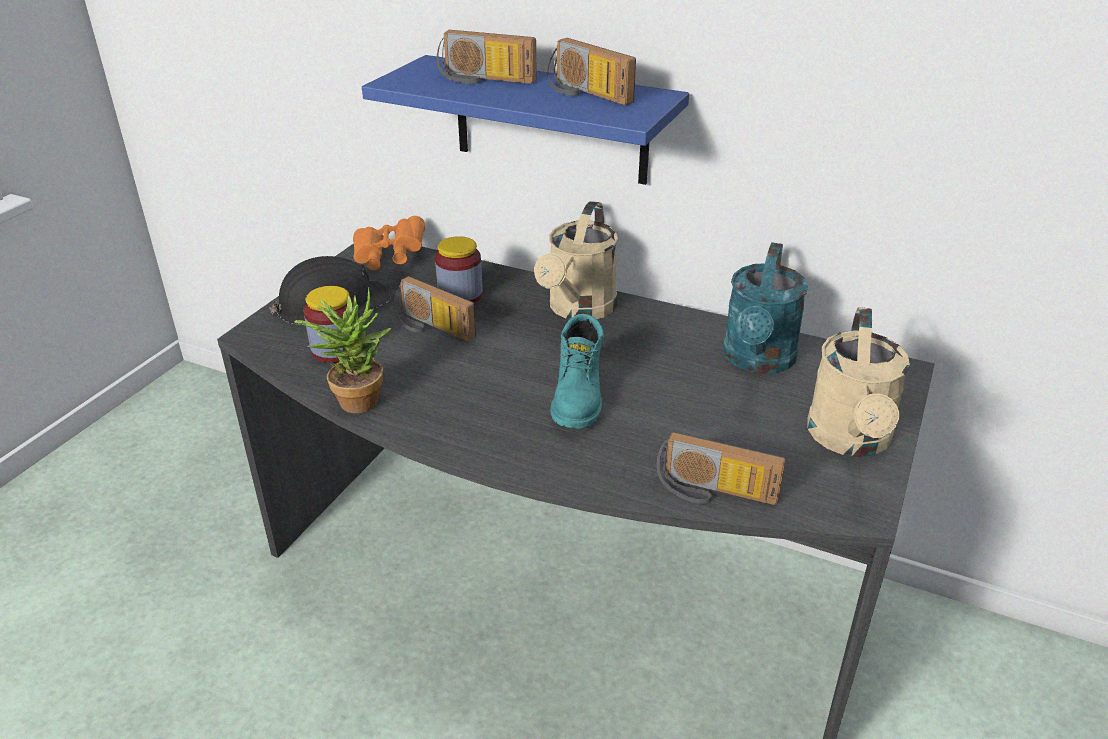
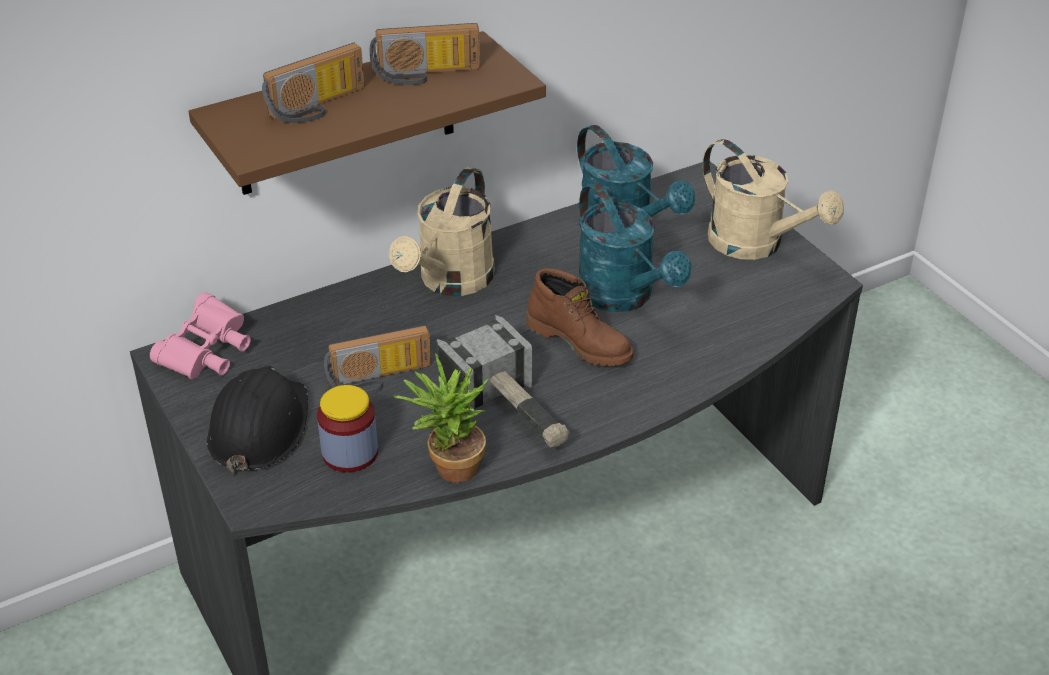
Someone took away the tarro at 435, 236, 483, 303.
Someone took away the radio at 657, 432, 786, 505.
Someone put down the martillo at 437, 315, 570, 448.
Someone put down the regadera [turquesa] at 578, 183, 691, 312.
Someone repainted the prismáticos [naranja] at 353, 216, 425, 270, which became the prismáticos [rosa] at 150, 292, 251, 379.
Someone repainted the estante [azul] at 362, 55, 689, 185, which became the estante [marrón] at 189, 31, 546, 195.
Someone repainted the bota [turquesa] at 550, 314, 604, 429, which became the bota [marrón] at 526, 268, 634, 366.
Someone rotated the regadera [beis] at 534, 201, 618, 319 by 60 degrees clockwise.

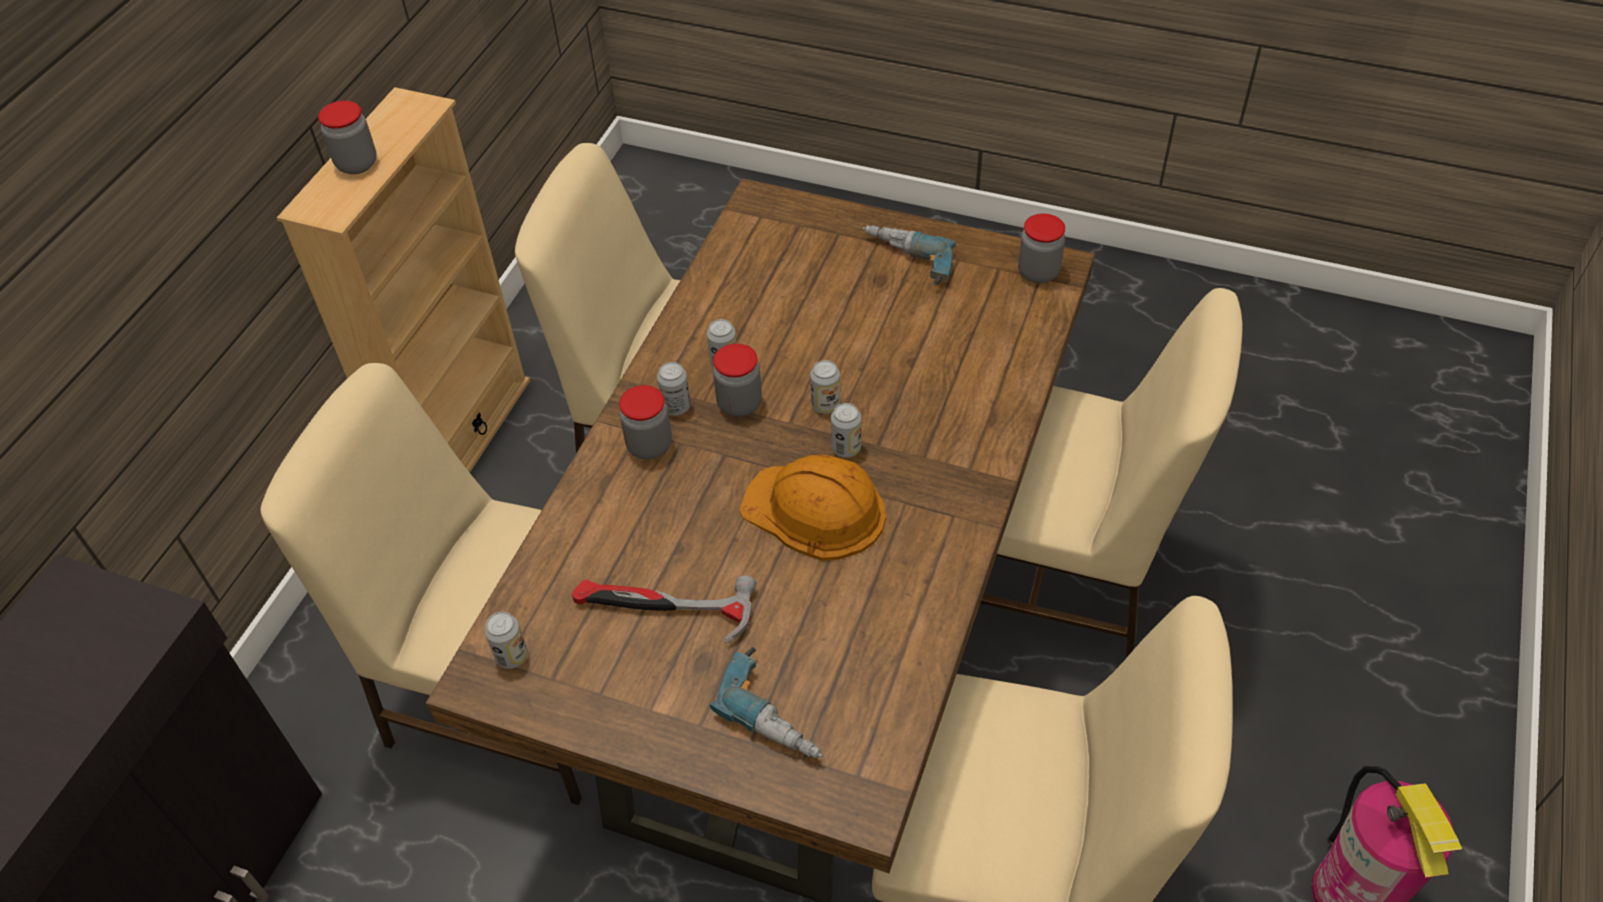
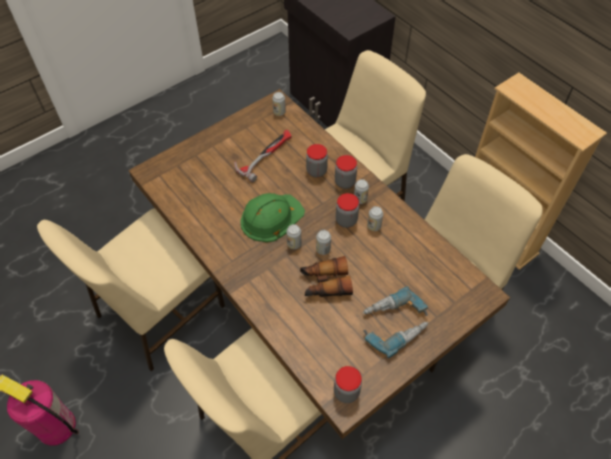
Someone put down the prismáticos at 300, 256, 353, 297.
Someone carried the tarro from 318, 101, 377, 174 to 306, 144, 328, 177.
Someone carried the taladro from 710, 647, 823, 759 to 363, 286, 428, 316.
Someone repainted the casco [naranja] at 739, 455, 886, 561, which became the casco [verde] at 240, 193, 305, 242.

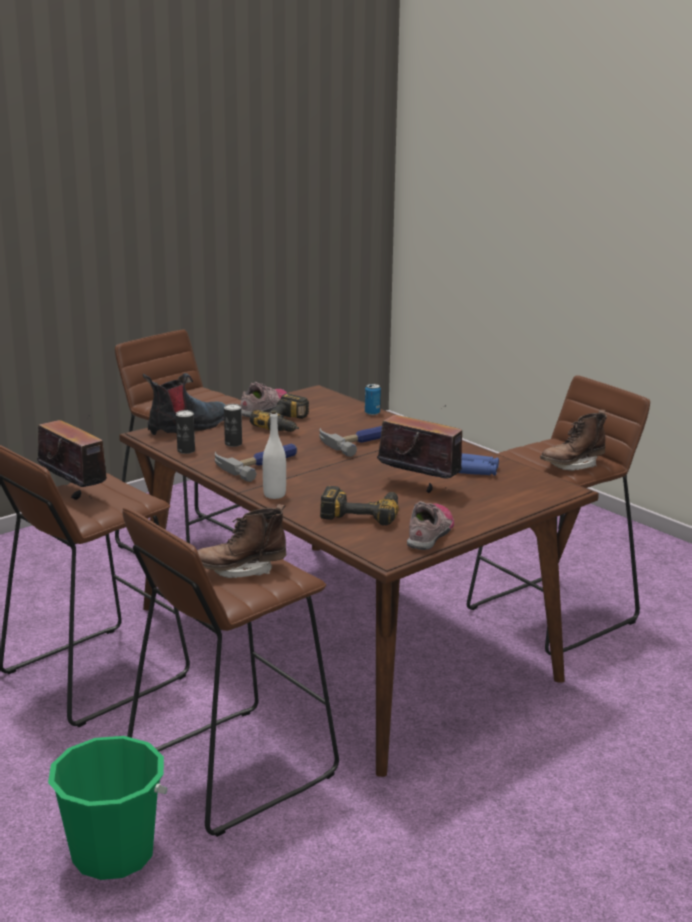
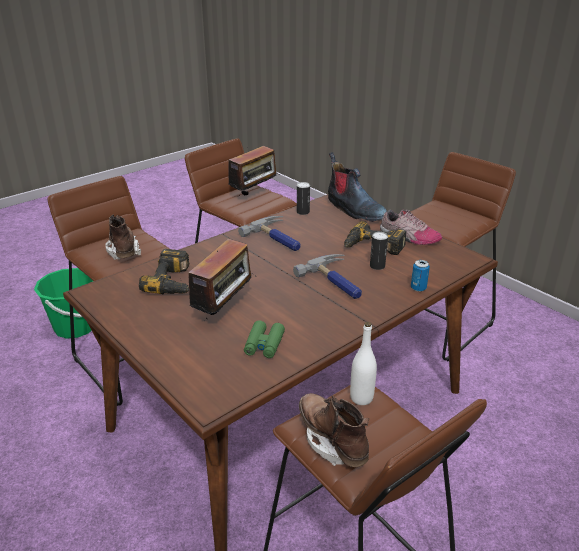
Someone took away the zapato at 407, 501, 454, 550.
Someone carried the lata from 224, 404, 242, 447 to 370, 232, 388, 270.
Someone carried the botella [blanco] from 263, 410, 286, 499 to 350, 322, 377, 405.
Someone repainted the prismáticos [azul] at 459, 453, 499, 475, which became the prismáticos [verde] at 244, 320, 285, 358.

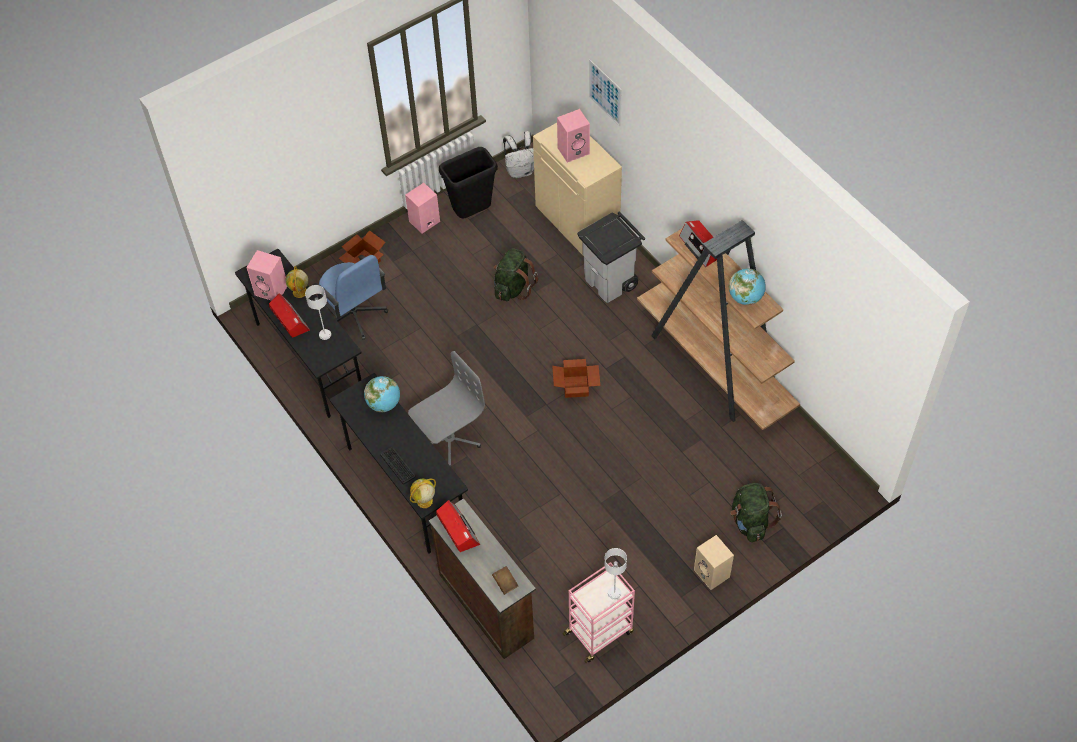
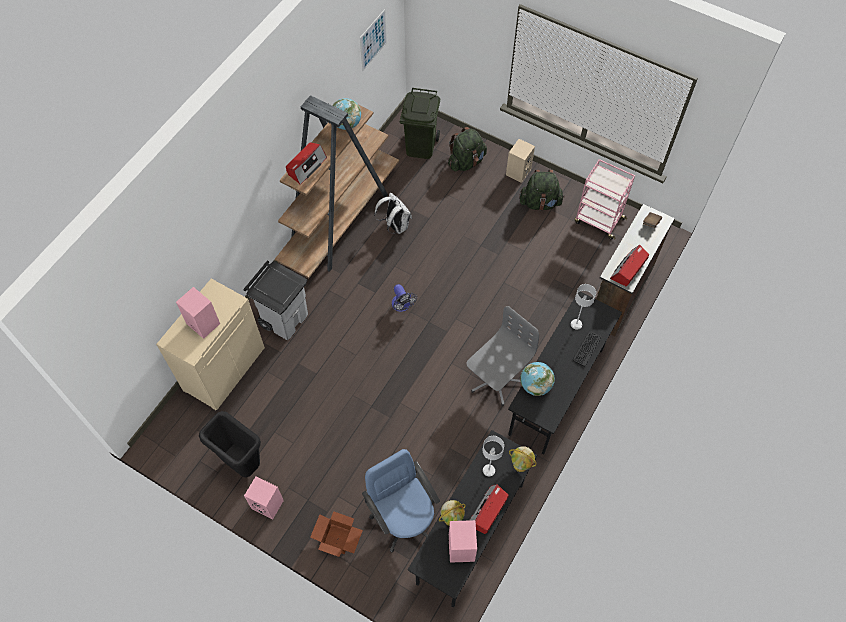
Someone put down the papelera [verde] at 400, 88, 440, 159.
Someone carried the globo terráqueo from 410, 479, 436, 508 to 509, 446, 537, 472.
Someone carried the mochila [verde] from 493, 248, 538, 301 to 519, 170, 565, 211.
Someone carried the mochila [blanco] from 503, 131, 534, 178 to 374, 193, 412, 234.
Someone carried the cuadro from 589, 59, 622, 127 to 360, 9, 387, 71.
Someone carried the lámpara de mesa [gris] from 604, 548, 627, 600 to 571, 284, 596, 330.
Someone swapped the caja de cartón at 552, 359, 600, 398 for the ventilador at 392, 284, 417, 312.
Someone rotated the silla de oficina [azul] at 313, 255, 388, 340 by 60 degrees counterclockwise.
Someone rotated the silla de oficina [gris] at 408, 351, 485, 467 by 105 degrees clockwise.

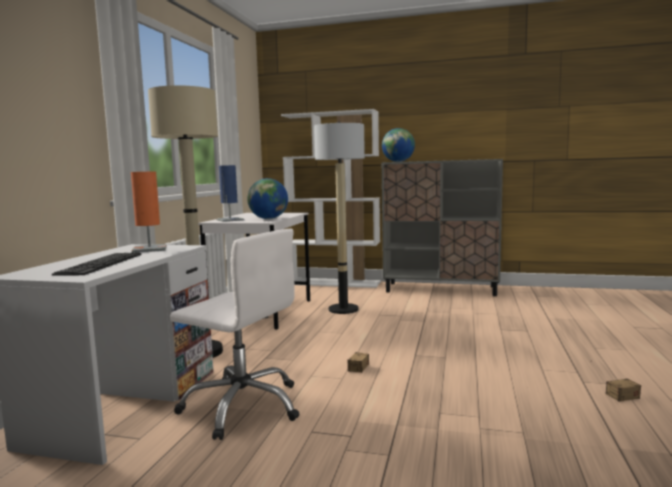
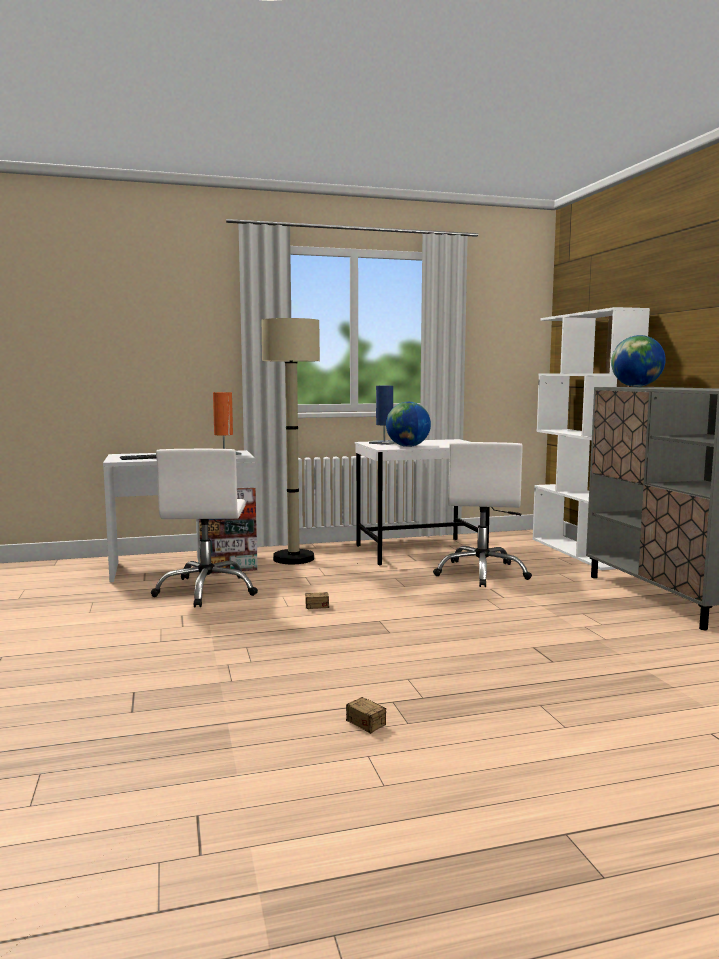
Someone swapped the lámpara de pie at 314, 122, 365, 314 for the silla de oficina [blanco] at 433, 442, 532, 587.

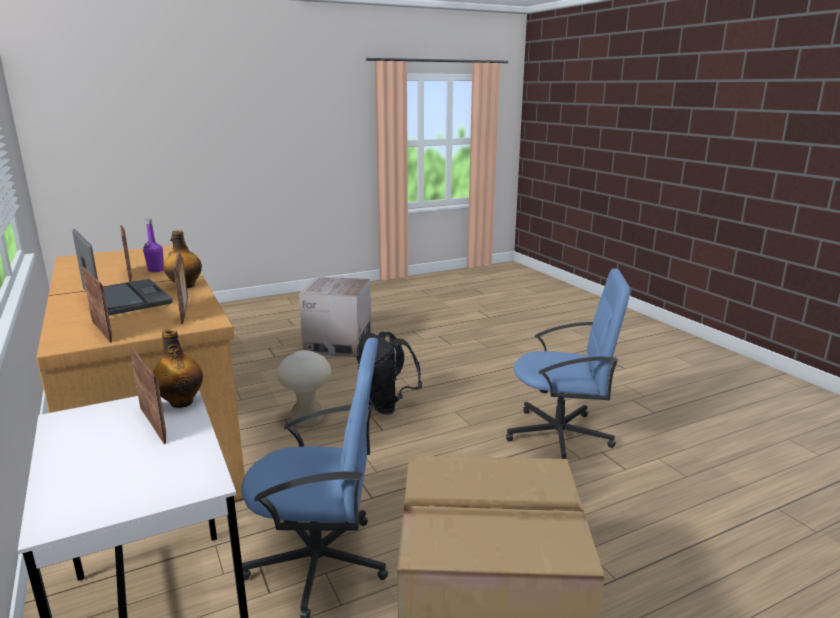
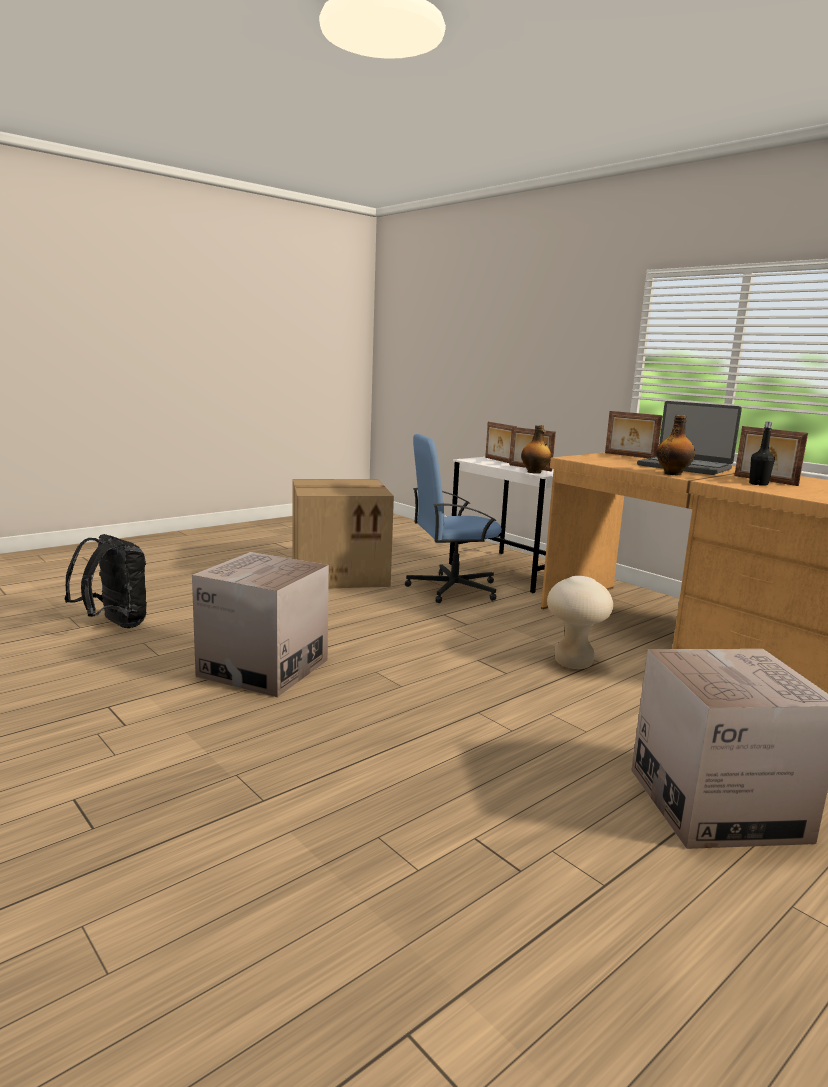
Someone carried the portarretratos from 174, 251, 188, 324 to 485, 422, 517, 463.
Someone carried the mochila [negro] from 357, 332, 422, 415 to 65, 534, 147, 628.
Someone swapped the silla de oficina [azul] at 506, 269, 630, 459 for the caja de cartón at 192, 552, 329, 697.
Someone repainted the botella [morado] at 143, 219, 164, 272, which became the botella [negro] at 749, 422, 775, 486.

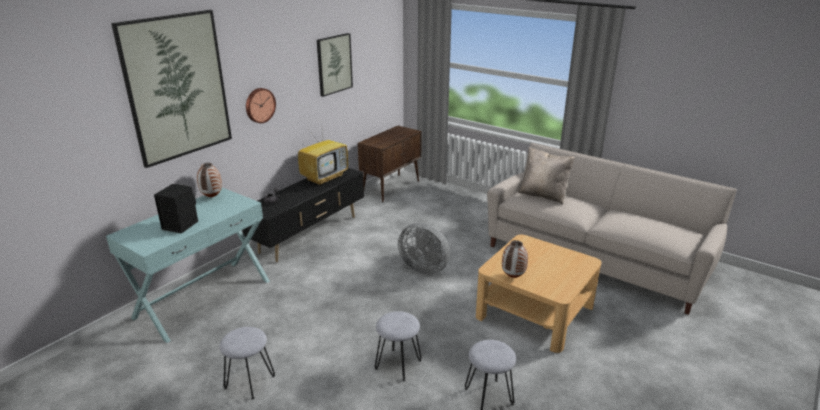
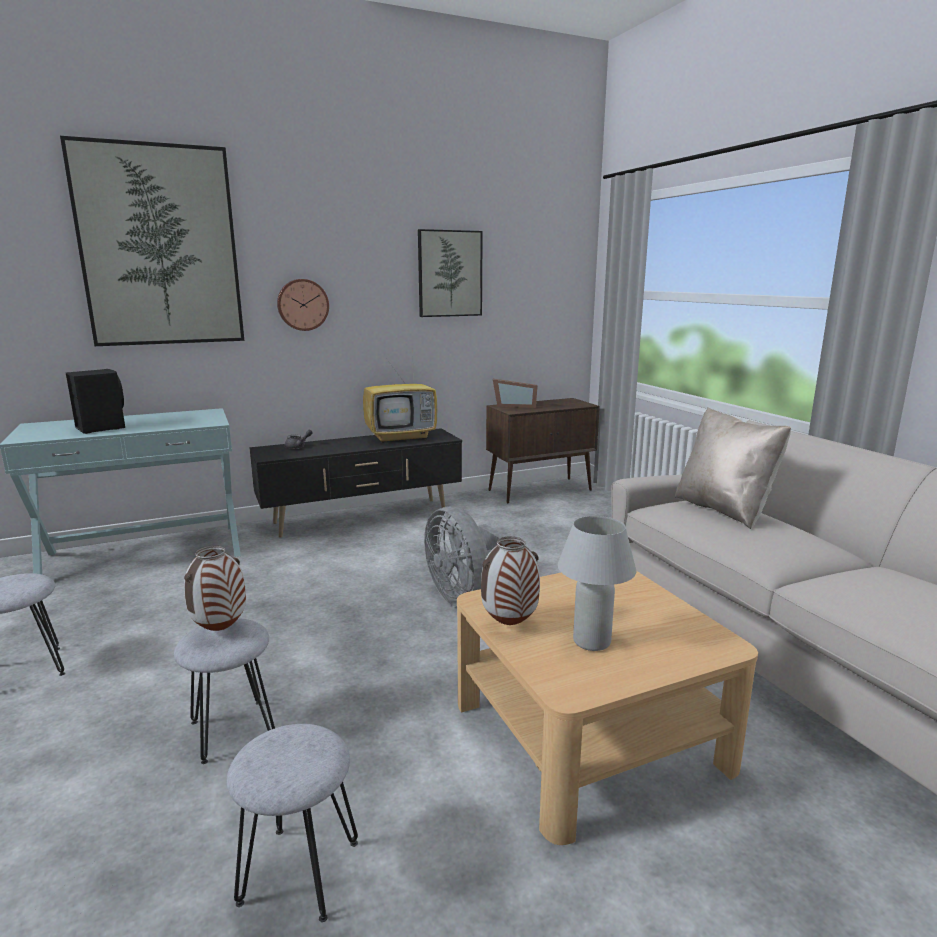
Someone put down the portarretratos at 493, 379, 538, 408.
Someone put down the lámpara de mesa [blanco] at 558, 516, 636, 651.
Someone carried the florero from 197, 163, 222, 197 to 184, 546, 246, 631.

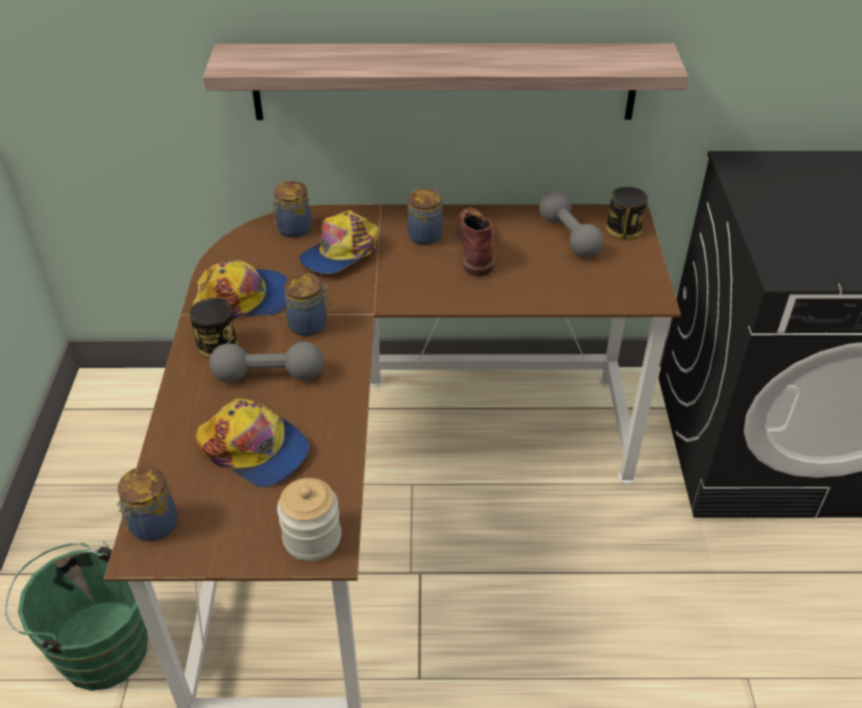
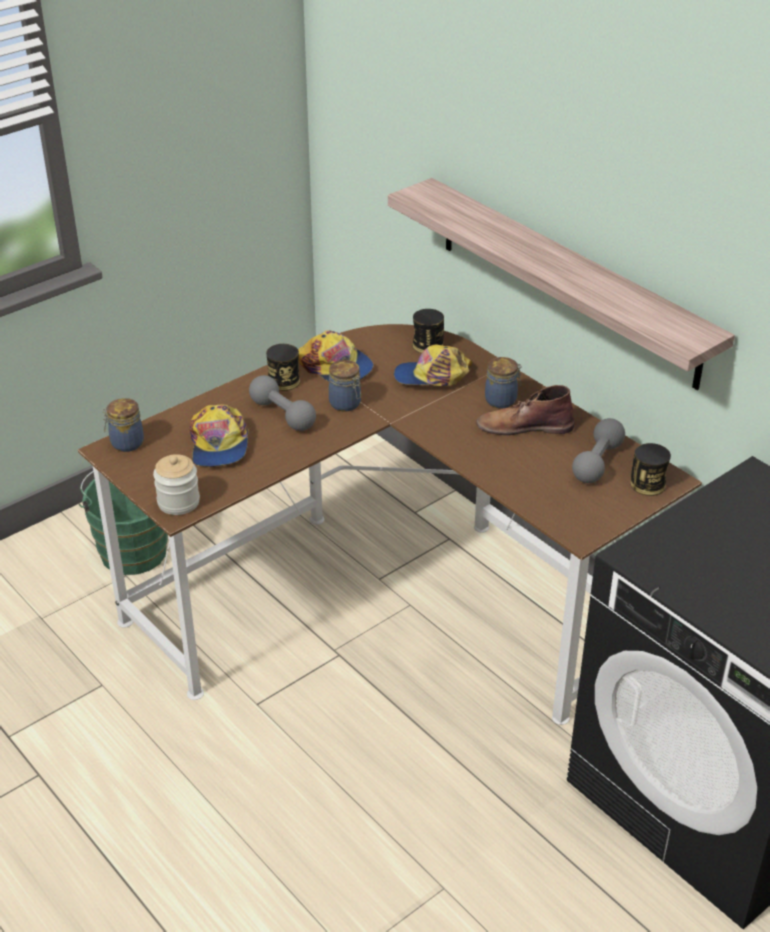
Someone swapped the tarro at 271, 181, 312, 238 for the lata at 412, 309, 444, 353.
Someone rotated the bota [marrón] at 455, 207, 495, 276 by 135 degrees counterclockwise.

